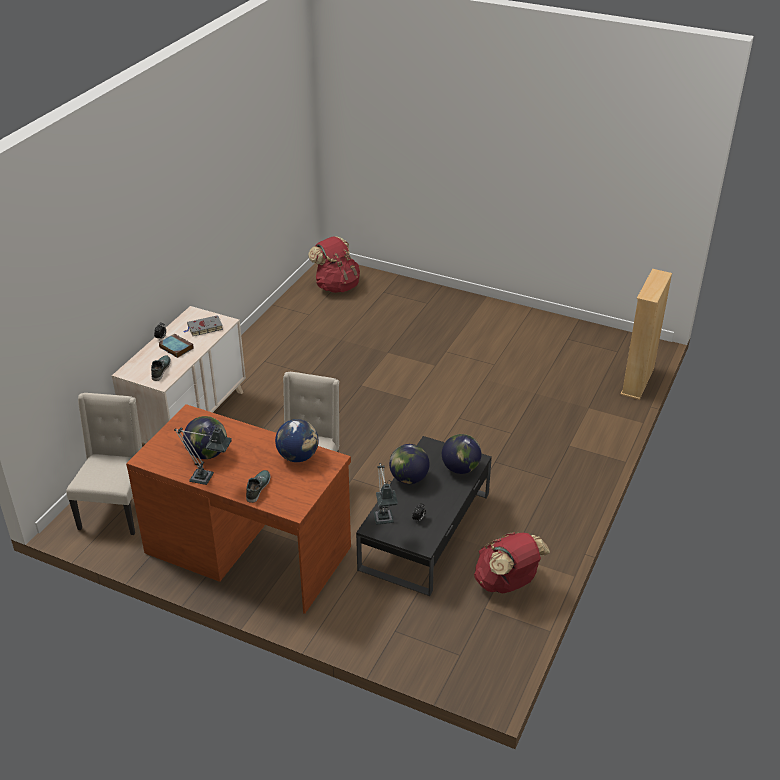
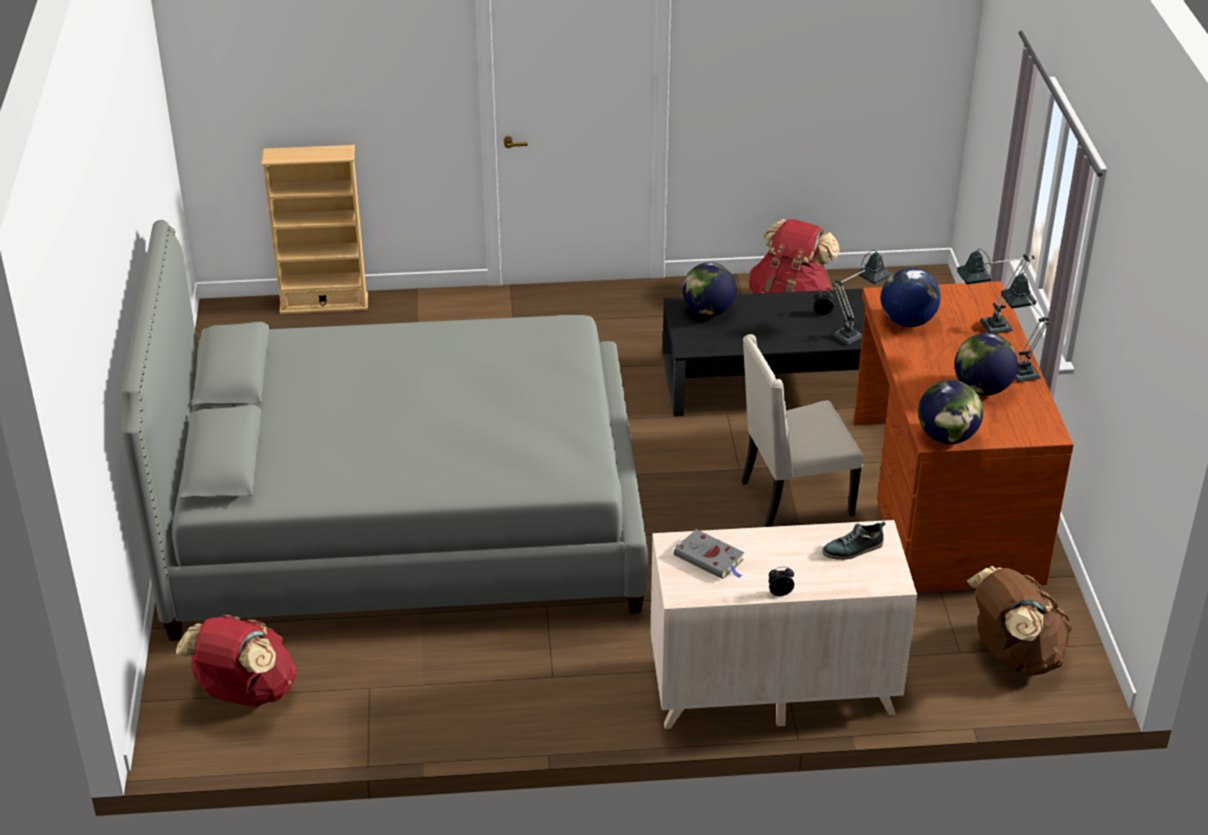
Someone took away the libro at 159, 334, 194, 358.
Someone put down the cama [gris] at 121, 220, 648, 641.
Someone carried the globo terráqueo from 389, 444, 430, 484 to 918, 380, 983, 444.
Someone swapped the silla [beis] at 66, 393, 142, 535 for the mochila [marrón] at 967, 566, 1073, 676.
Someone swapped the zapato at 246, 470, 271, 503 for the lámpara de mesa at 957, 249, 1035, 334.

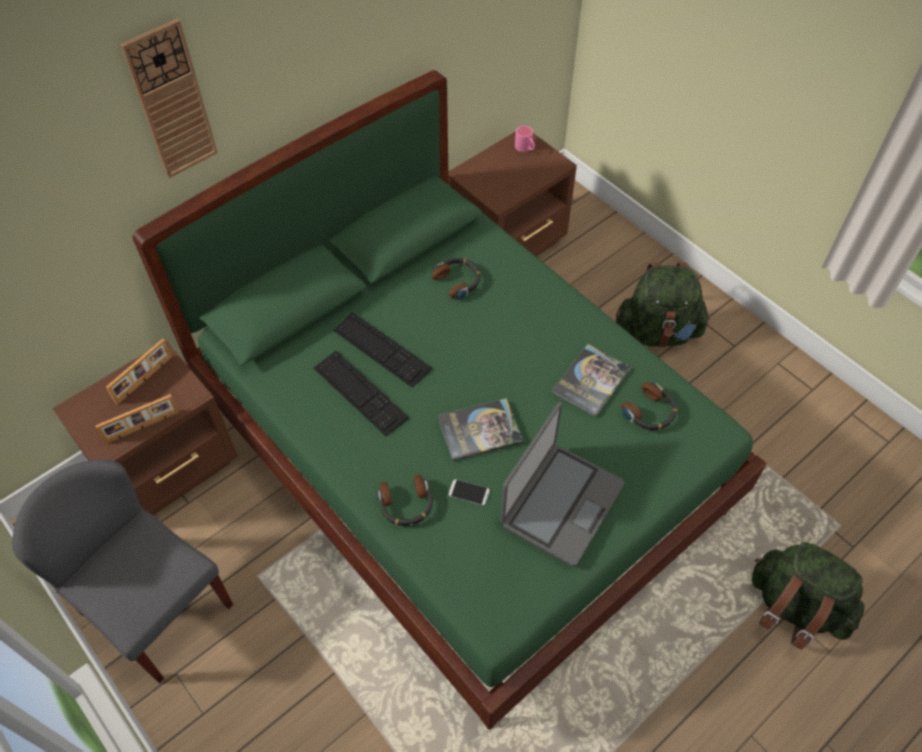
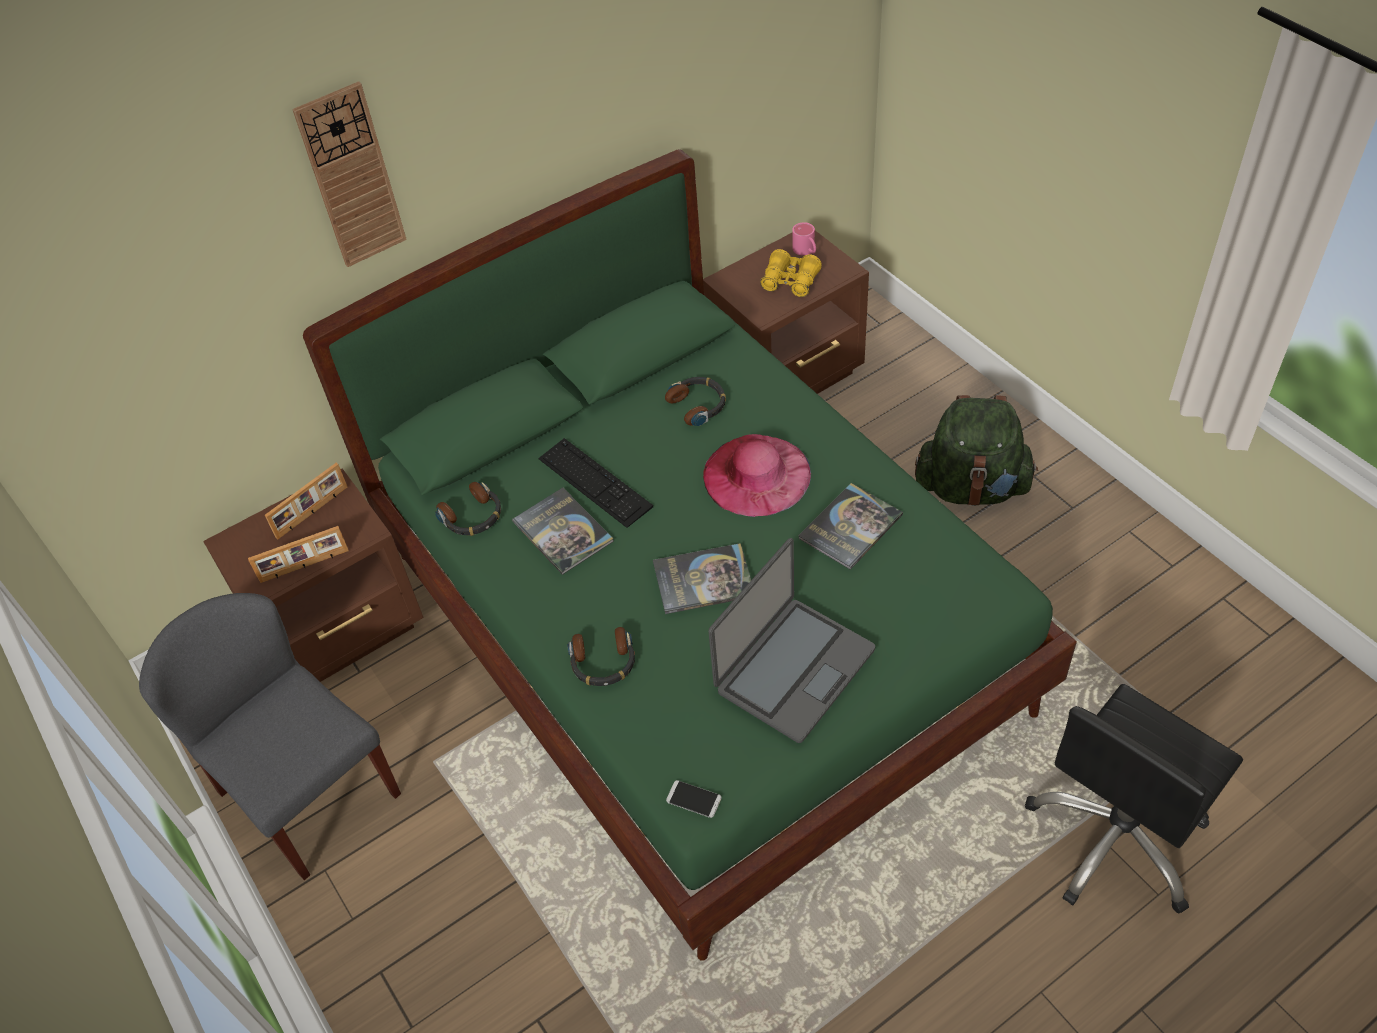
Someone put down the sombrero [rosa] at 703, 434, 811, 517.
Someone put down the prismáticos [amarillo] at 760, 249, 822, 297.
Someone carried the móvil from 449, 479, 490, 506 to 666, 780, 722, 818.
Someone carried the auriculares from 621, 382, 677, 431 to 435, 482, 501, 536.
Someone swapped the teclado at 314, 351, 409, 436 for the libro at 512, 488, 614, 575.
Someone swapped the mochila [verde] at 752, 542, 865, 650 for the silla de oficina [negro] at 1025, 684, 1243, 913.

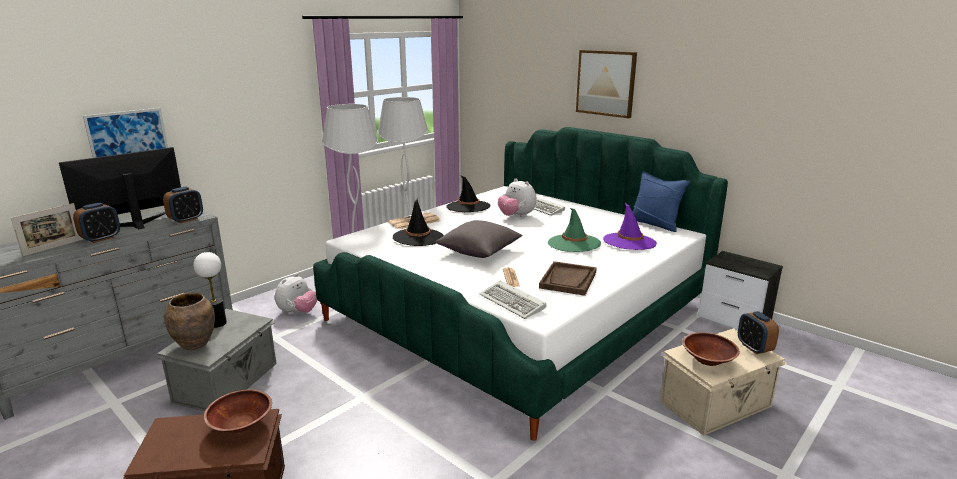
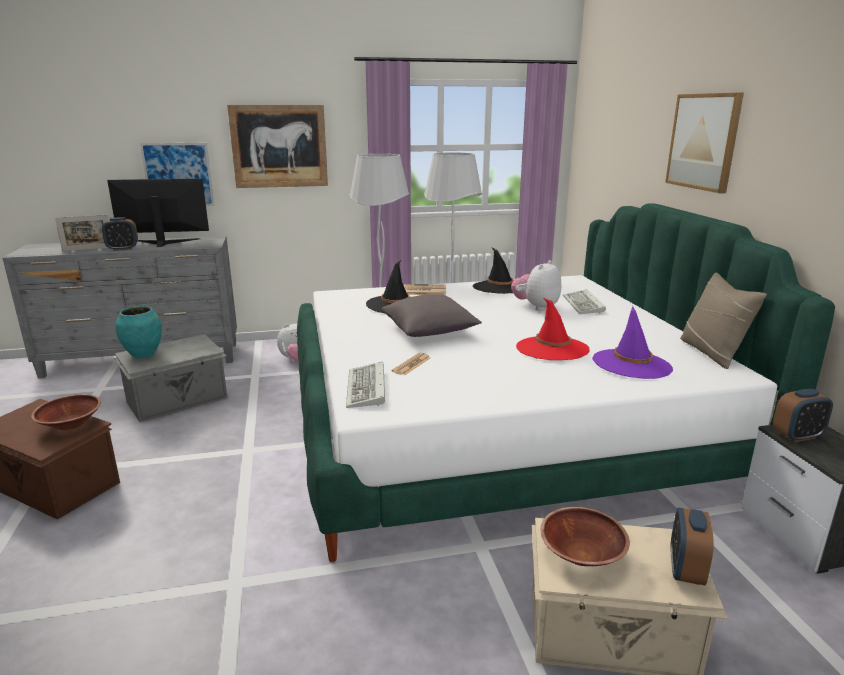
Someone took away the lámpara de mesa at 193, 252, 227, 328.
Someone took away the bandeja [marrón] at 539, 261, 597, 296.
Someone put up the cuadro at 227, 105, 328, 188.
Someone carried the despertador from 163, 187, 203, 223 to 773, 389, 833, 442.
Someone repainted the florero [marrón] at 164, 293, 215, 350, which became the florero [turquesa] at 115, 306, 162, 358.
Someone repainted the sombrero [verde] at 548, 208, 601, 252, which became the sombrero [rojo] at 516, 298, 590, 360.
Someone repainted the cojín [azul] at 633, 171, 690, 232, which became the cojín [beis] at 680, 273, 767, 369.
Someone rotated the peluche at 498, 179, 536, 217 by 45 degrees clockwise.

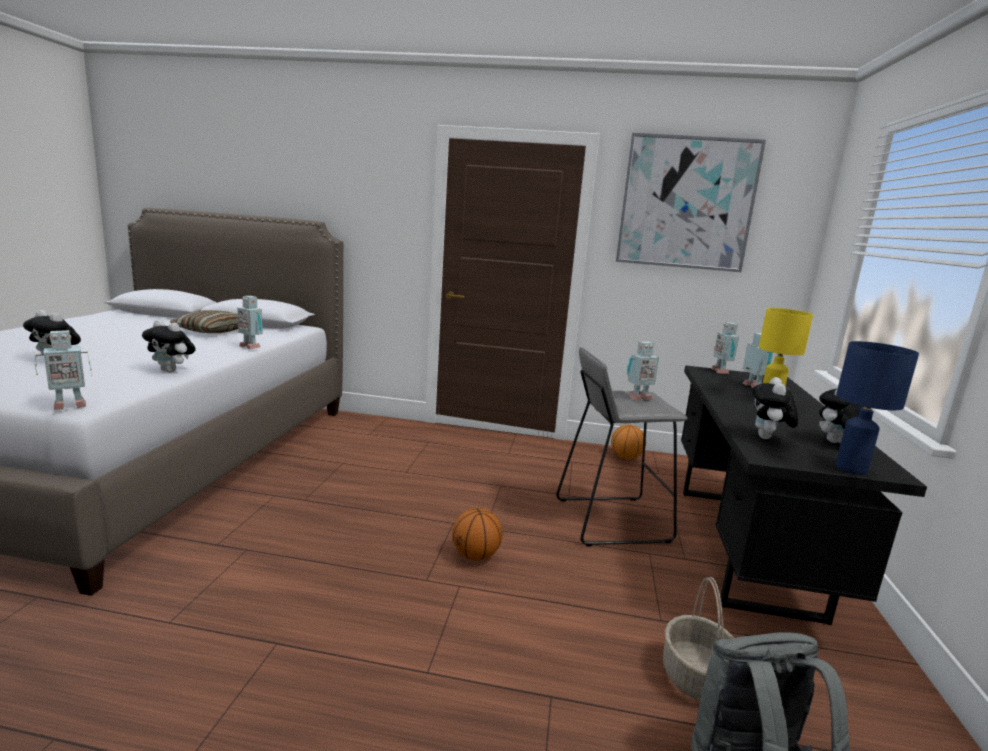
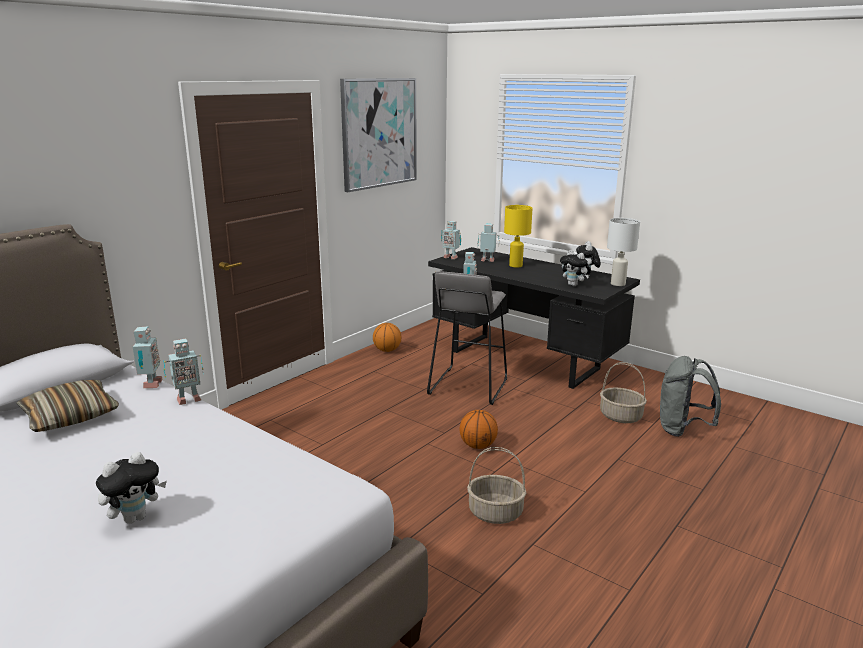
Someone took away the peluche at 142, 320, 195, 372.
Someone put down the cesta at 467, 447, 526, 524.
Someone carried the robot de juguete from 35, 330, 92, 410 to 133, 326, 163, 388.
Someone repainted the lámpara de mesa [azul] at 836, 341, 919, 475, which became the lámpara de mesa [blanco] at 607, 218, 640, 286.

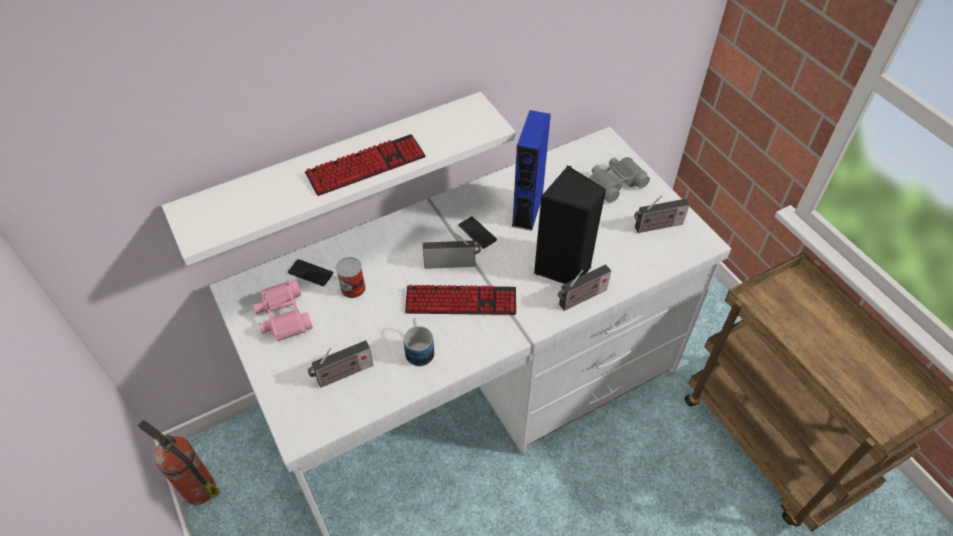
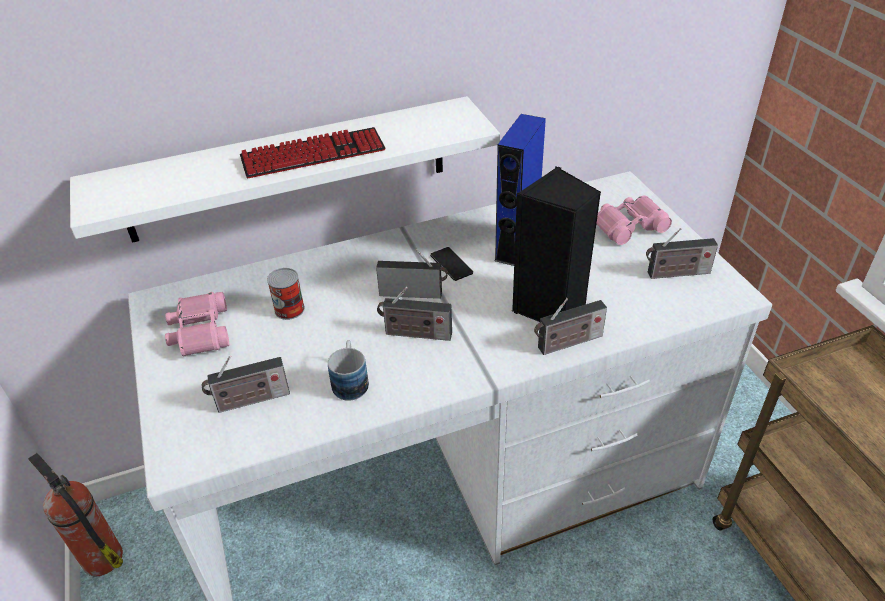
Someone took away the móvil at 288, 259, 333, 286.
Someone swapped the teclado at 405, 285, 516, 315 for the radio at 377, 287, 452, 341.
Someone repainted the prismáticos [gris] at 589, 157, 650, 203, which became the prismáticos [rosa] at 596, 195, 672, 245.

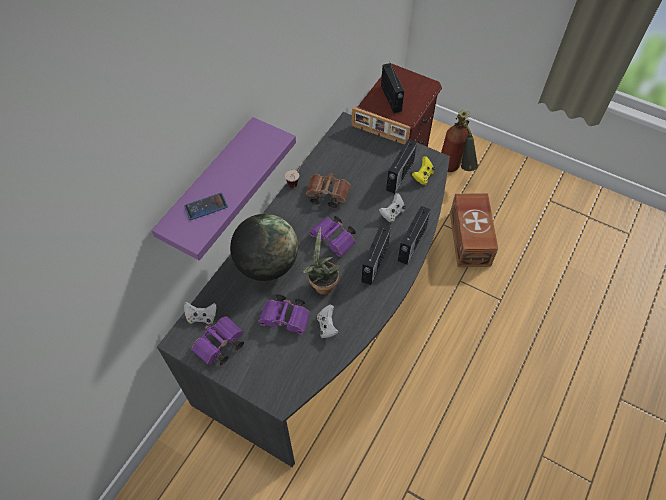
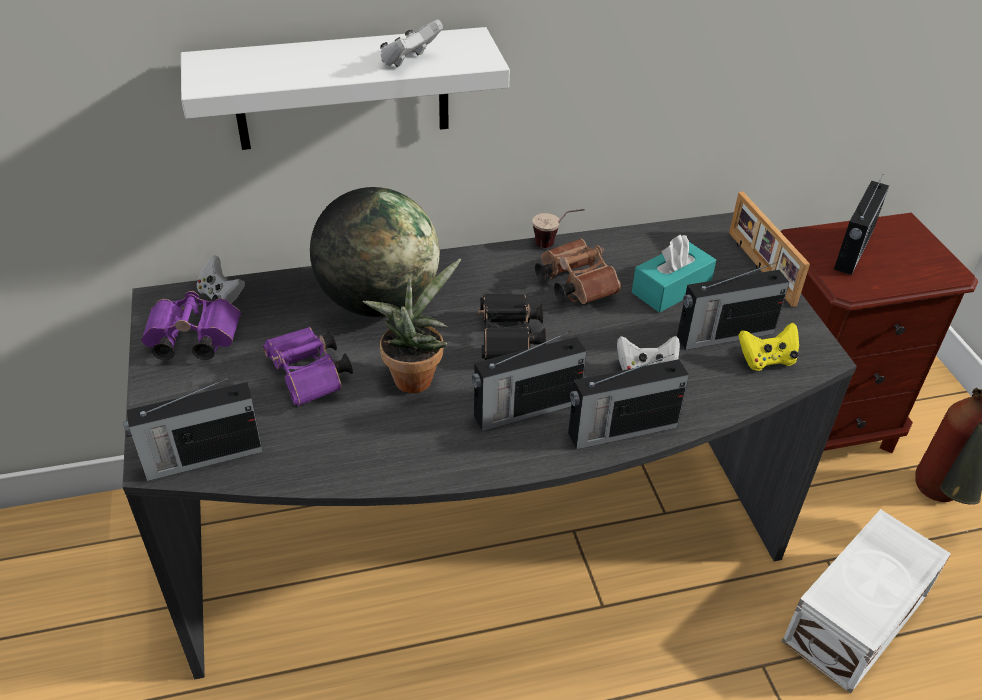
Someone took away the móvil at 184, 193, 228, 220.
Someone put down the radio at 124, 377, 263, 481.
Someone put down the caja de pañuelos [turquesa] at 632, 234, 716, 313.
Someone carried the mando de consola [blanco] from 317, 305, 339, 338 to 380, 19, 443, 67.
Someone repainted the estante [morado] at 151, 117, 296, 261, which became the estante [blanco] at 181, 27, 510, 150.
Someone repainted the prismáticos [morado] at 309, 216, 356, 257, which became the prismáticos [negro] at 478, 293, 546, 360.
Someone repainted the caja de almacenaje [marrón] at 450, 193, 498, 267, which became the caja de almacenaje [blanco] at 782, 509, 951, 693.

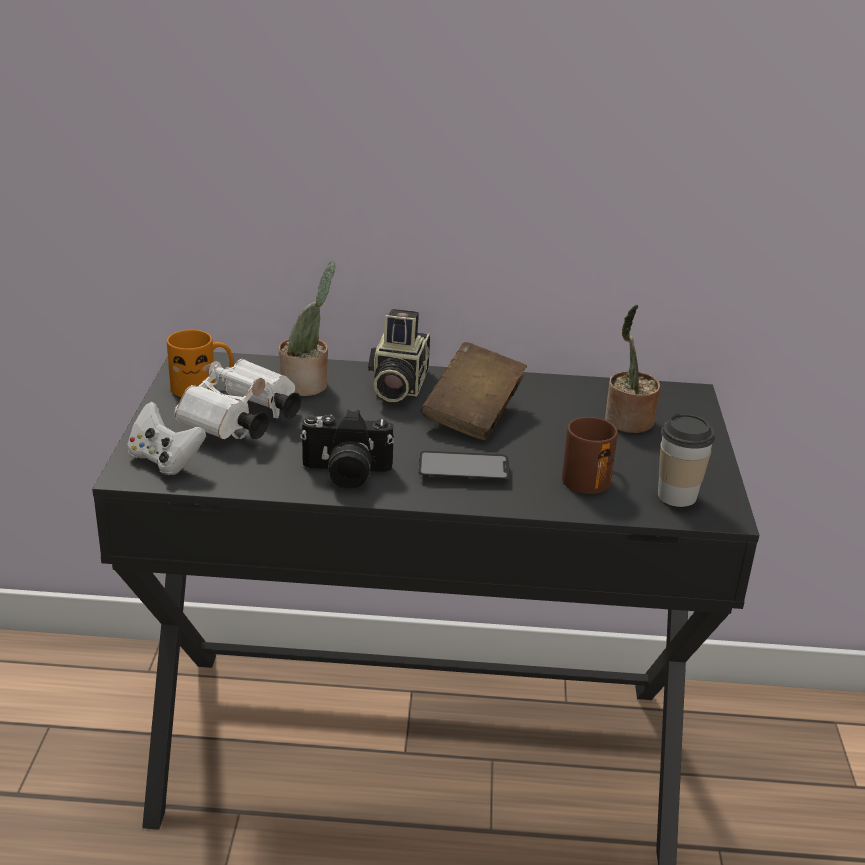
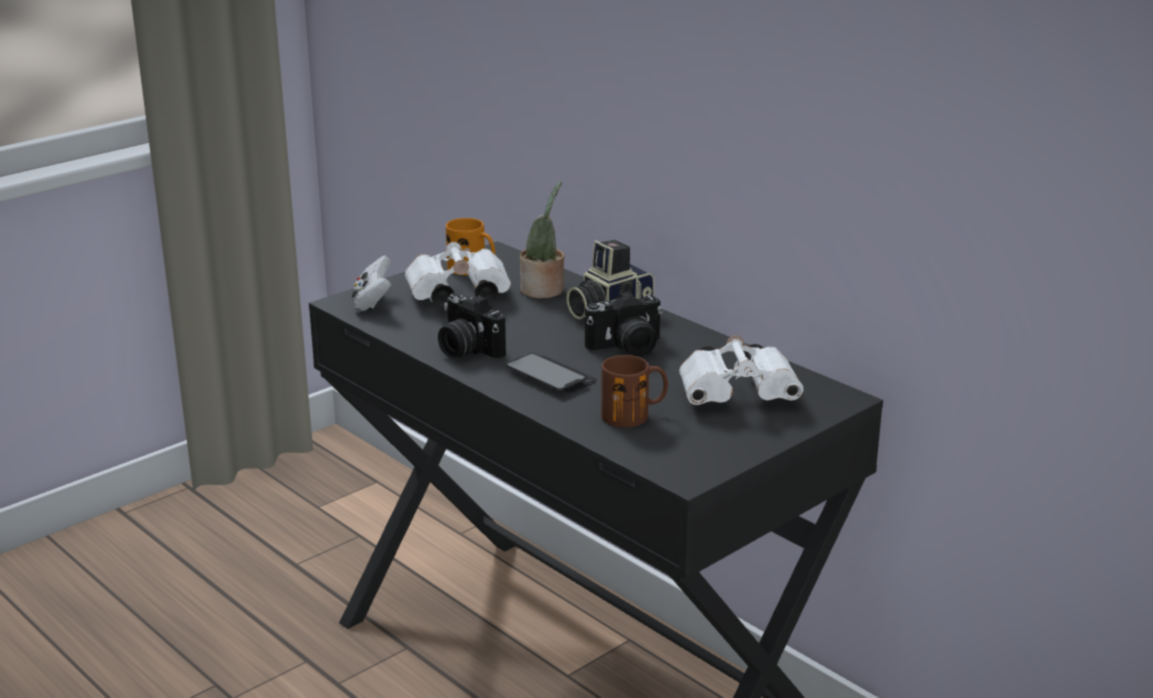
Someone took away the taza at 658, 414, 715, 507.
Someone swapped the libro [marrón] at 421, 342, 527, 440 for the cámara at 585, 291, 662, 357.
Someone swapped the planta en maceta at 605, 304, 661, 433 for the prismáticos [blanco] at 679, 336, 803, 405.

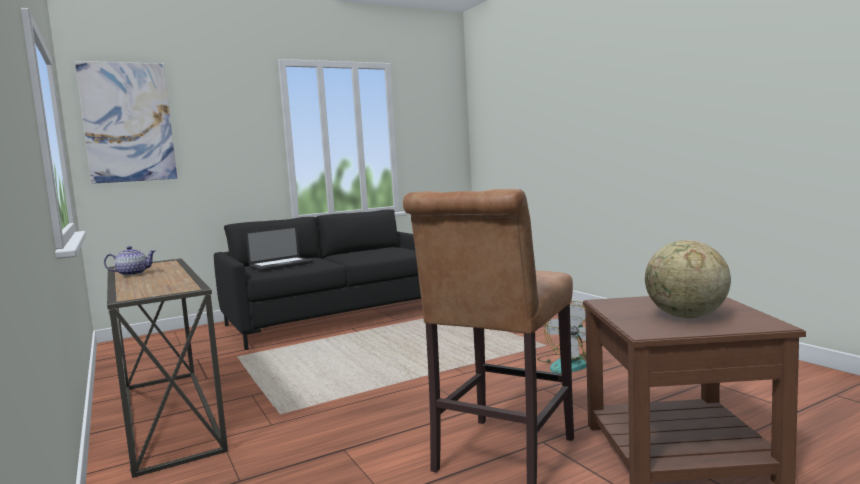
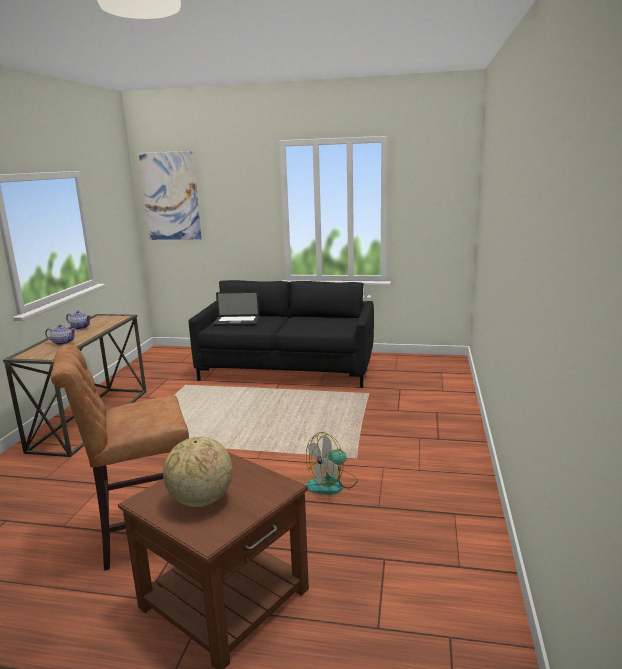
Someone put down the tetera at 45, 324, 76, 345.

